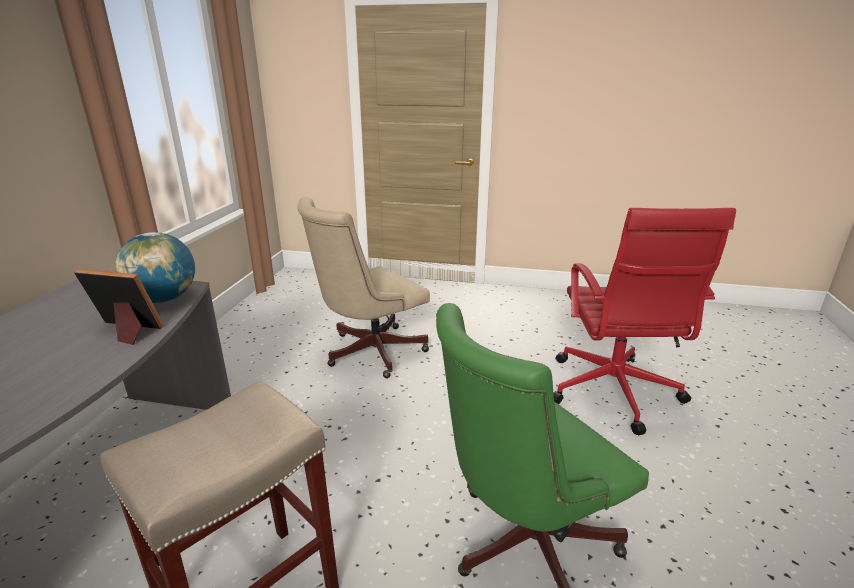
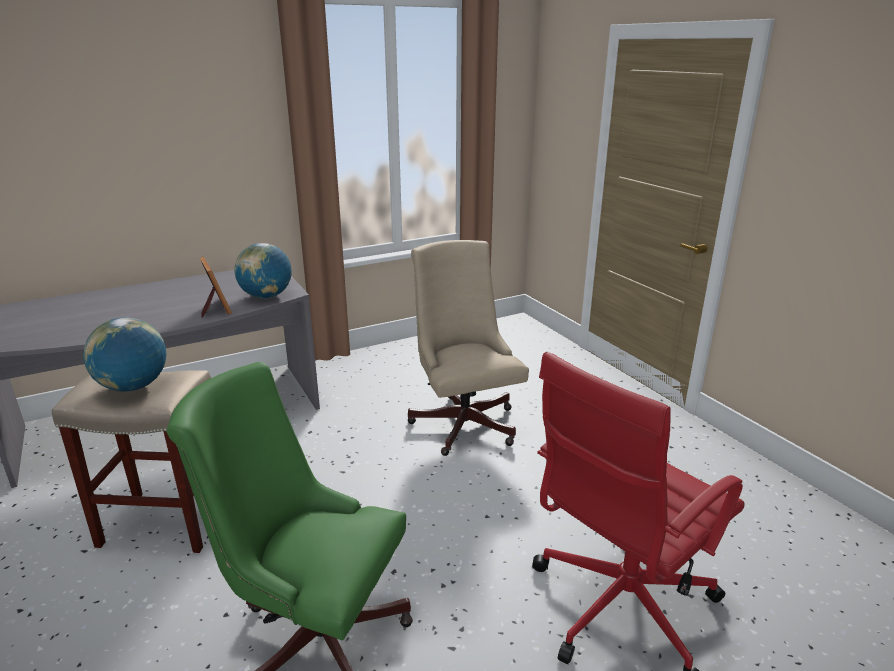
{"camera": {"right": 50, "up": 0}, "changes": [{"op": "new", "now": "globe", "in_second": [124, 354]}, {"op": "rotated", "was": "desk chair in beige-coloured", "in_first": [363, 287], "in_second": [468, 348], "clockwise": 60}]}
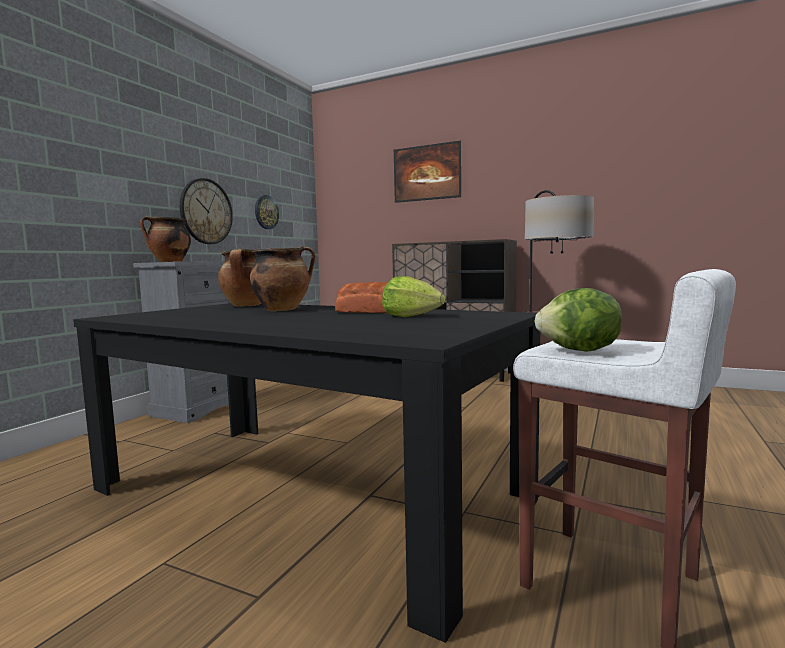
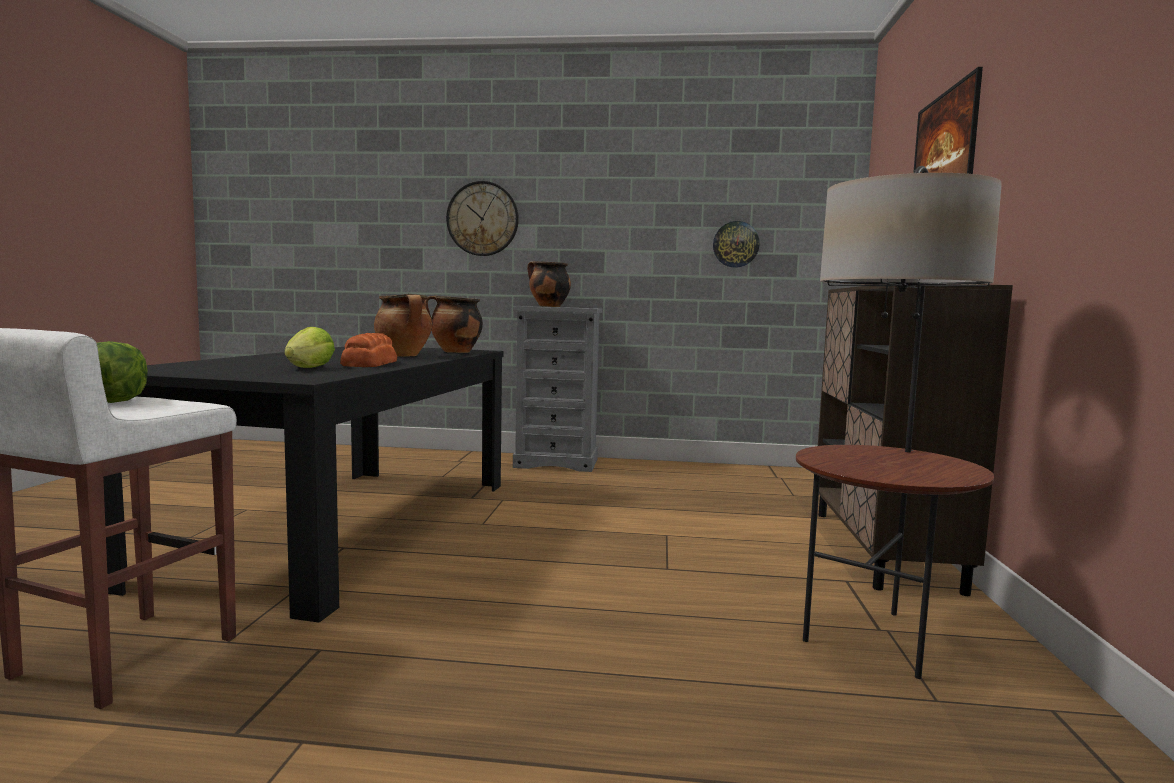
{"camera": {"right": 70, "up": 0}, "changes": [{"op": "shifted", "was": "clock on the wall", "in_first": [206, 211], "in_second": [482, 218]}]}
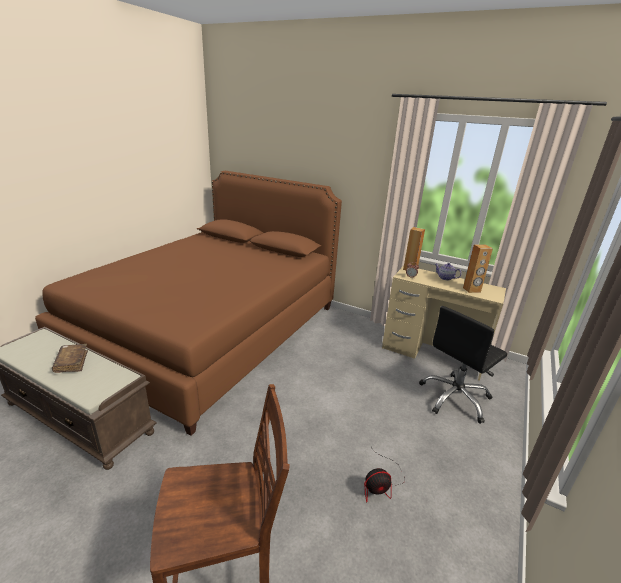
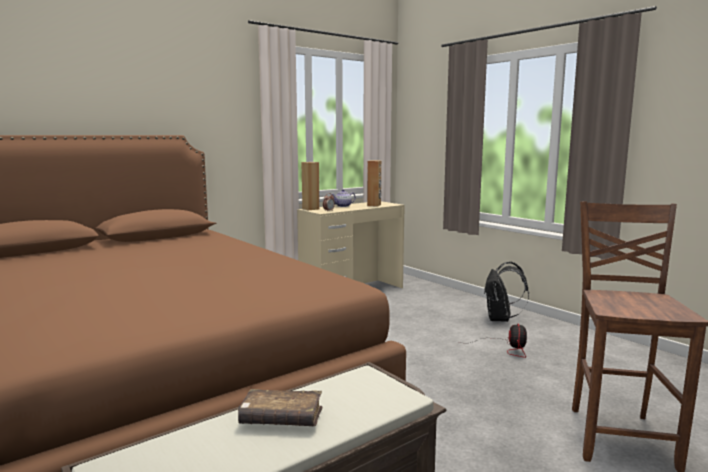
{"camera": {"right": -65, "up": -15}, "changes": [{"op": "gone", "was": "desk chair in black", "in_first": [463, 365]}, {"op": "new", "now": "backpack in black", "in_second": [507, 292]}]}
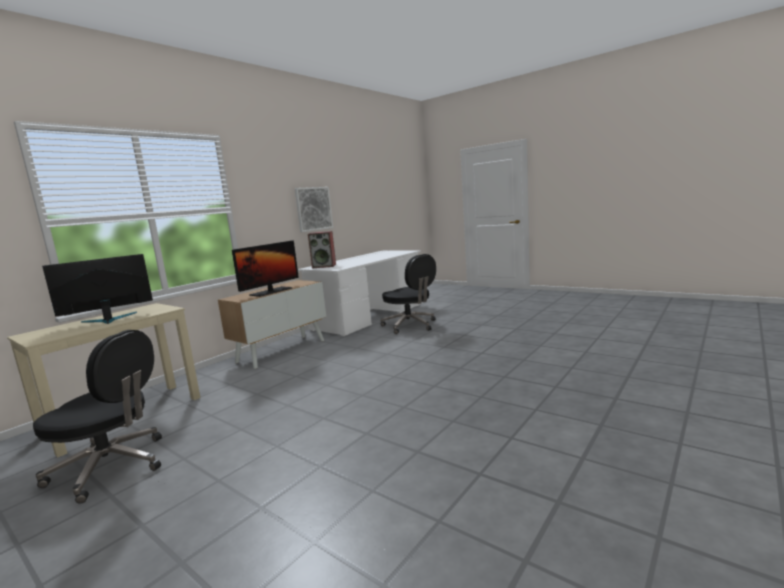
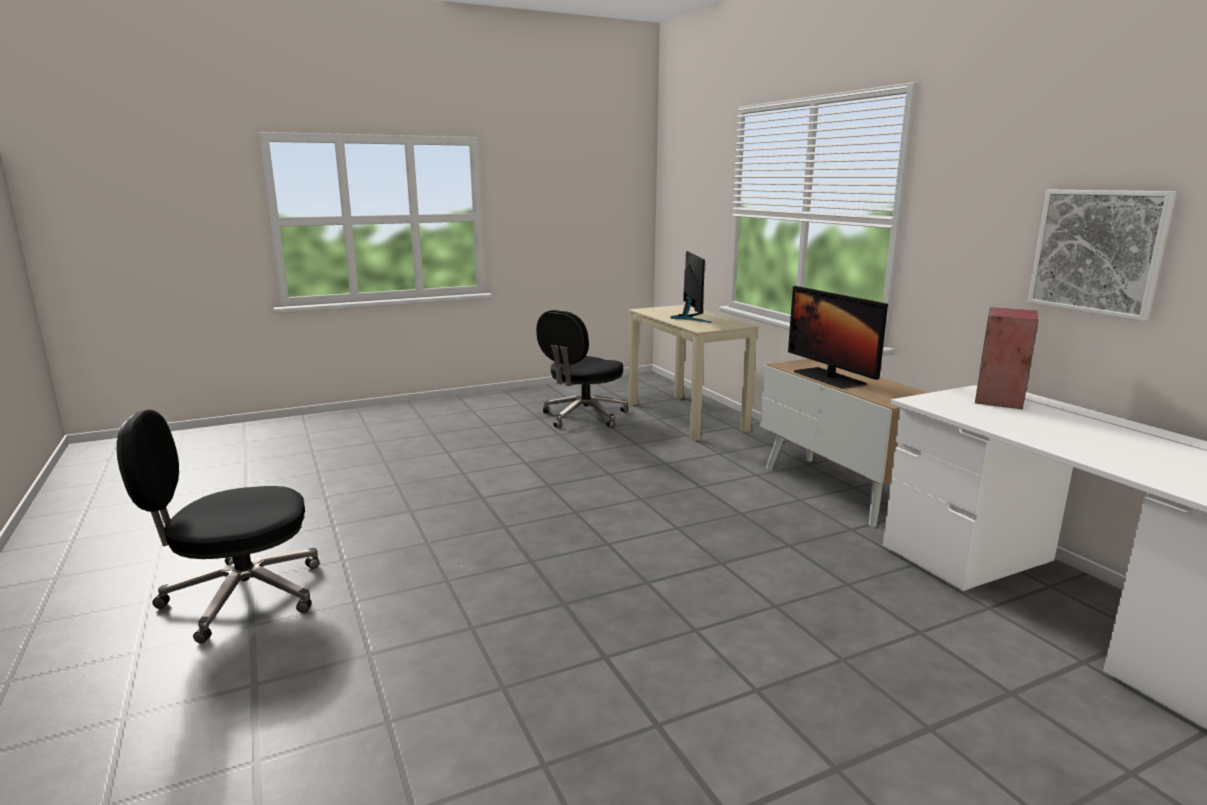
{"camera": {"right": 115, "up": 5}, "changes": [{"op": "shifted", "was": "desk chair in black", "in_first": [408, 294], "in_second": [218, 526]}]}
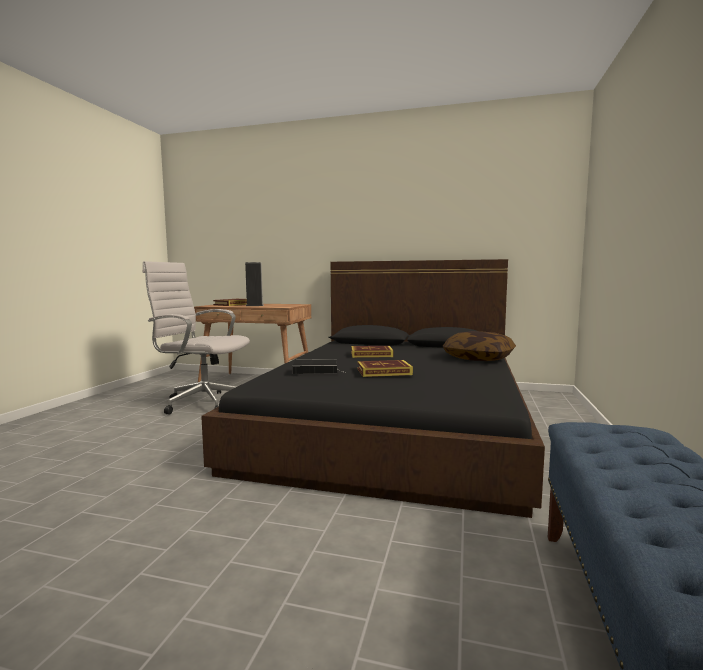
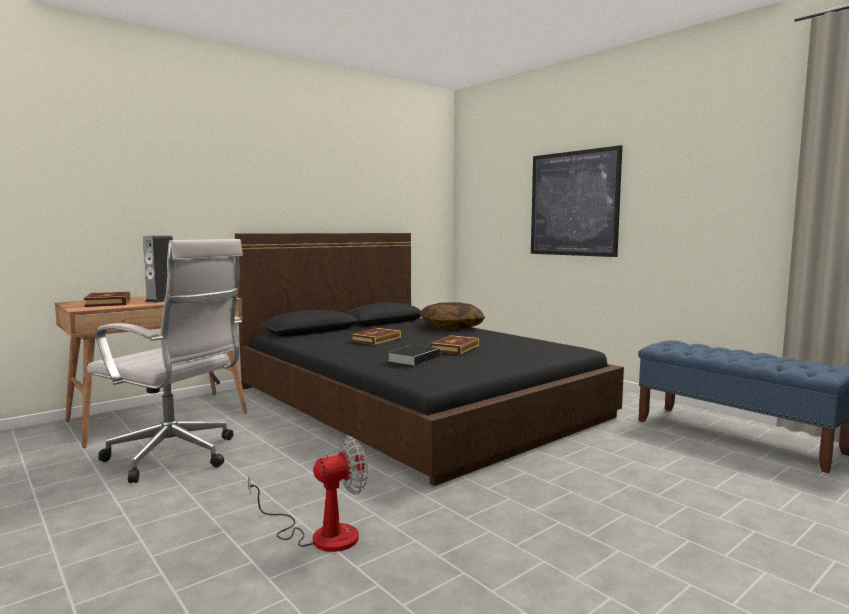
{"camera": {"right": -55, "up": 0}, "changes": [{"op": "new", "now": "electric fan", "in_second": [308, 494]}, {"op": "new", "now": "wall picture", "in_second": [576, 201]}, {"op": "rotated", "was": "desk chair in whitish", "in_first": [196, 338], "in_second": [165, 361], "clockwise": -120}]}
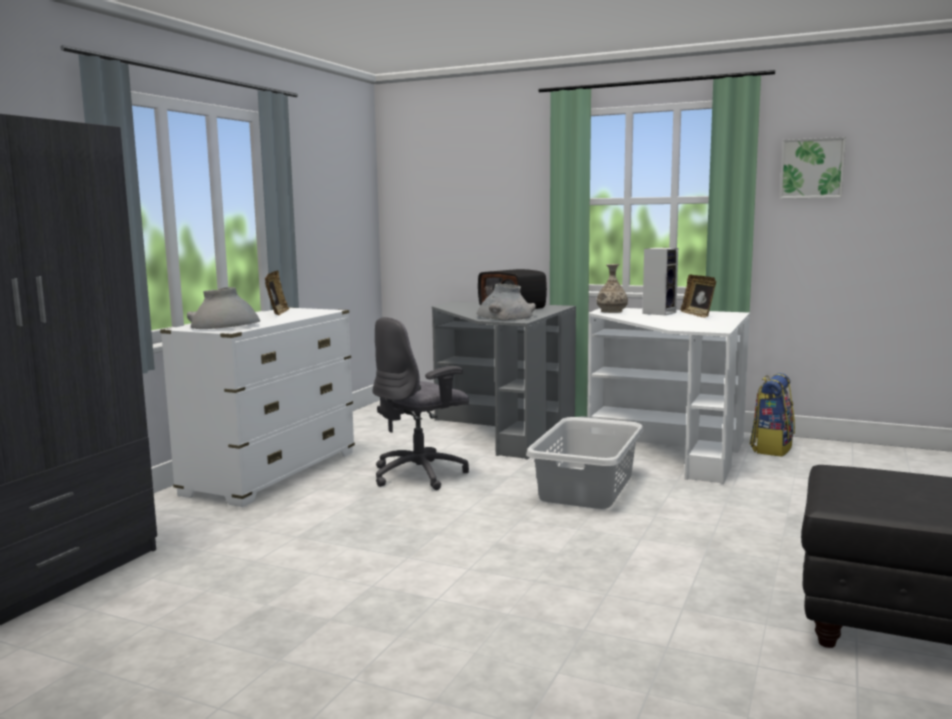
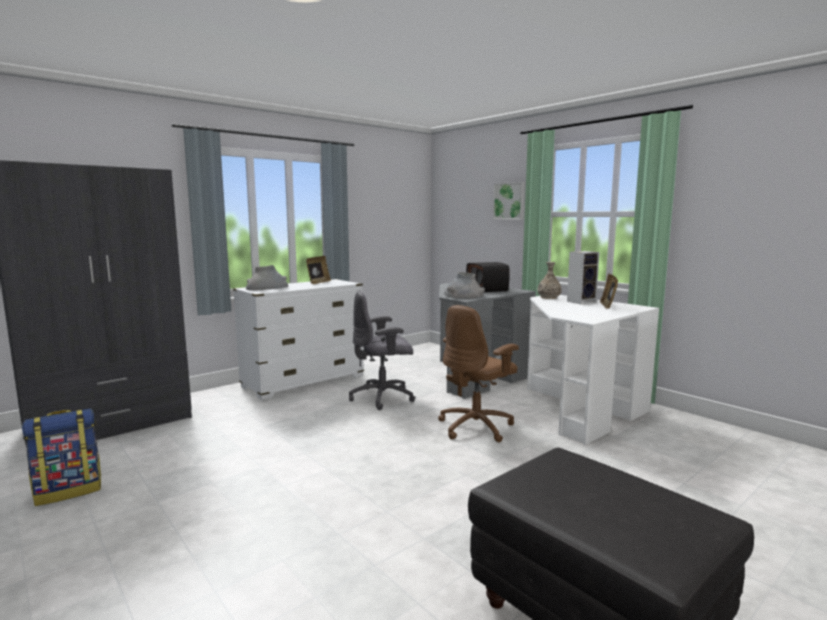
{"camera": {"right": 25, "up": 0}, "changes": [{"op": "shifted", "was": "backpack", "in_first": [772, 415], "in_second": [61, 457]}, {"op": "shifted", "was": "wall picture", "in_first": [813, 168], "in_second": [509, 201]}, {"op": "swapped", "was": "hamper in greyish", "now": "desk chair in brown", "in_first": [584, 463], "in_second": [478, 373]}]}
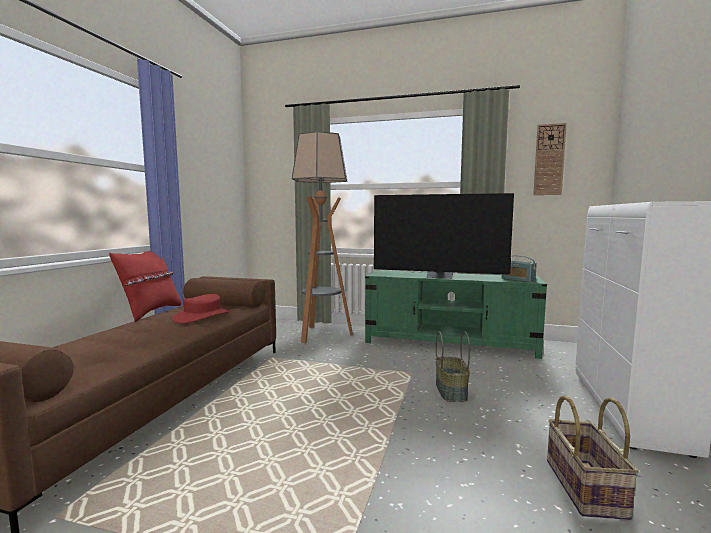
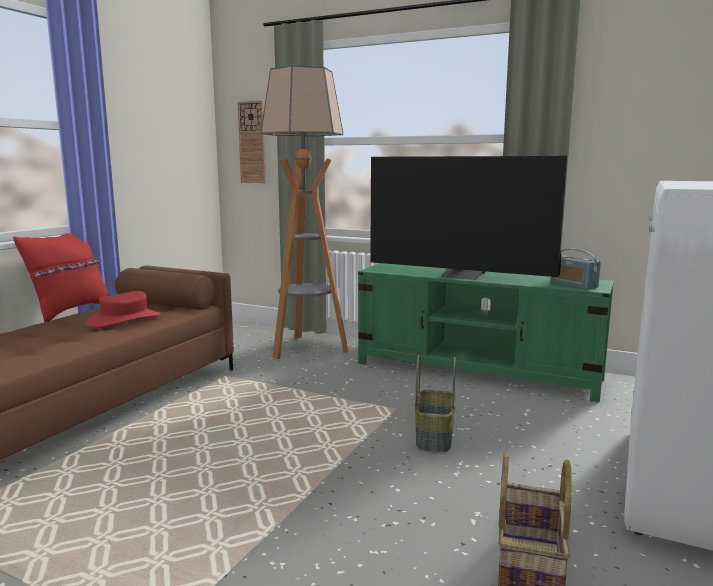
{"camera": {"right": 10, "up": 5}, "changes": [{"op": "shifted", "was": "clock on the wall", "in_first": [550, 159], "in_second": [252, 142]}]}
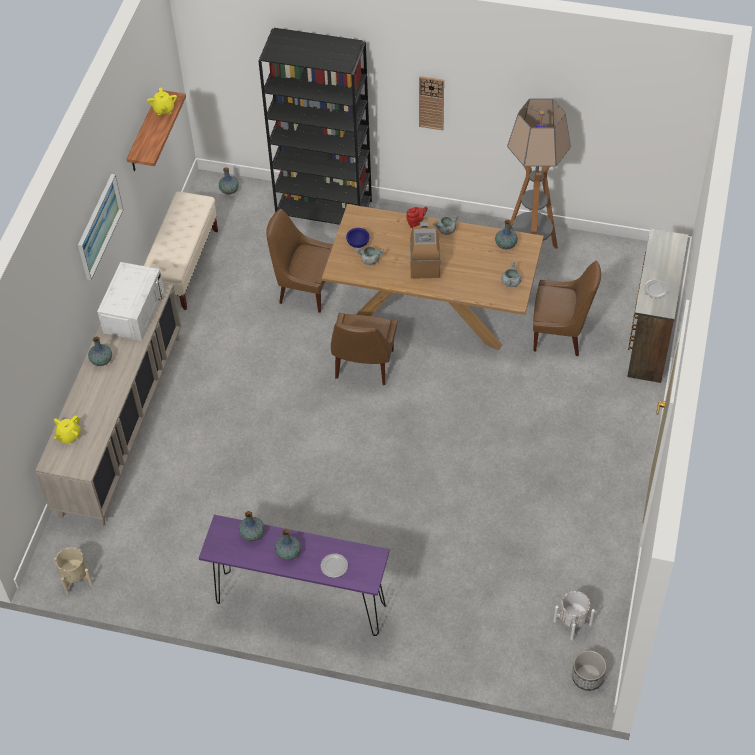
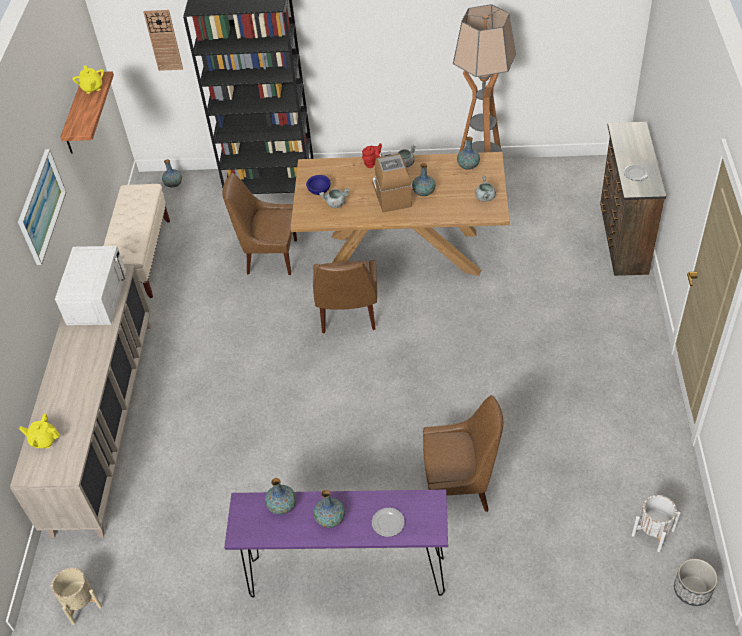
{"camera": {"right": -10, "up": -5}, "changes": [{"op": "shifted", "was": "flower vase", "in_first": [100, 351], "in_second": [424, 179]}, {"op": "shifted", "was": "clock on the wall", "in_first": [431, 103], "in_second": [163, 40]}, {"op": "shifted", "was": "chair in brown", "in_first": [567, 308], "in_second": [463, 453]}, {"op": "rotated", "was": "pot for tea in yellowish", "in_first": [67, 429], "in_second": [39, 431], "clockwise": 75}]}
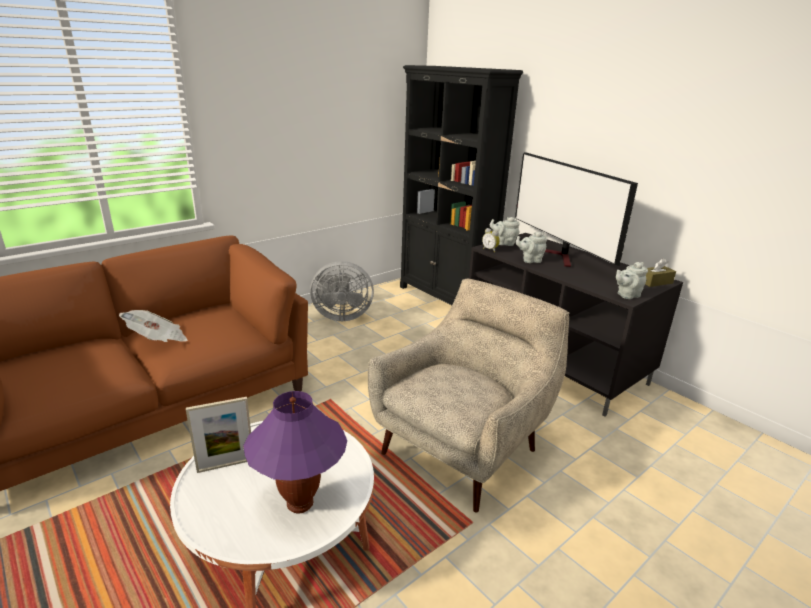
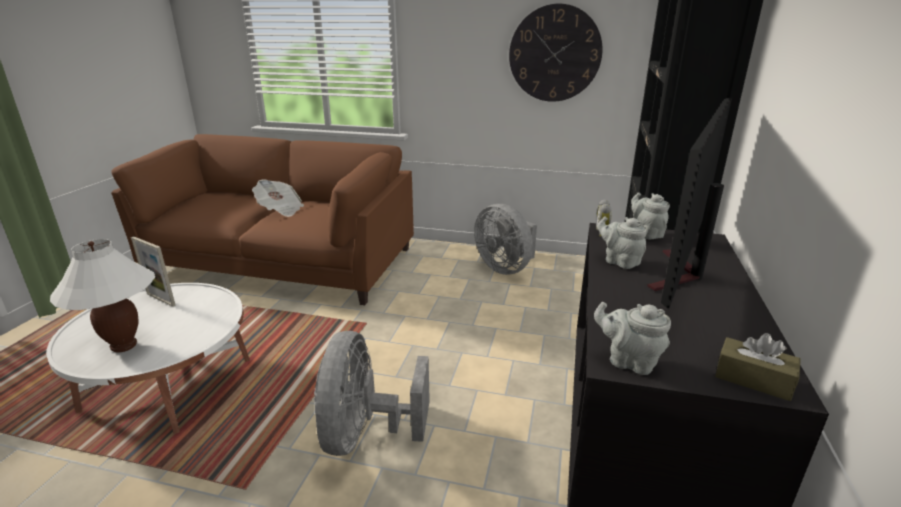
{"camera": {"right": 55, "up": 0}, "changes": [{"op": "new", "now": "clock on the wall", "in_second": [556, 53]}, {"op": "swapped", "was": "easy chair in beige-coloured", "now": "electric fan in greyish", "in_first": [468, 395], "in_second": [372, 393]}, {"op": "repainted", "was": "table lamp in purple", "now": "table lamp in whitish", "in_first": [295, 452], "in_second": [102, 296]}]}
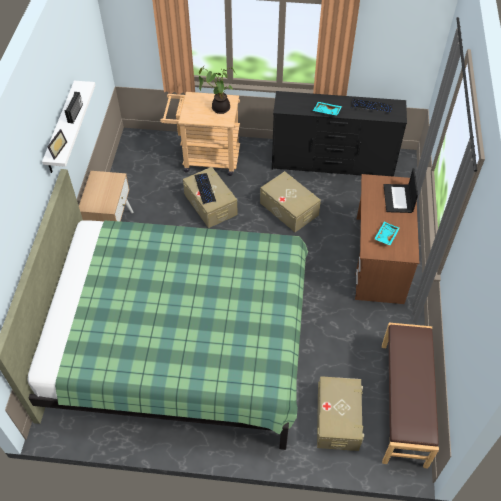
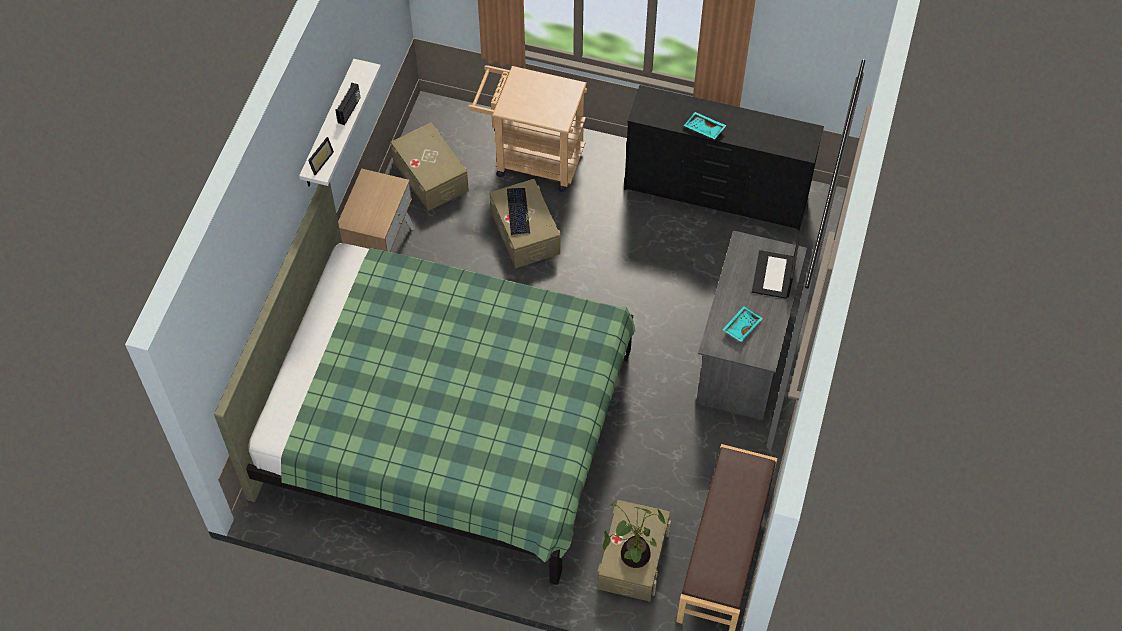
{"camera": {"right": 10, "up": 5}, "changes": [{"op": "gone", "was": "PC keyboard", "in_first": [372, 106]}, {"op": "shifted", "was": "houseplant", "in_first": [217, 89], "in_second": [634, 534]}, {"op": "shifted", "was": "storage container in beige-coloured", "in_first": [290, 201], "in_second": [430, 167]}, {"op": "repainted", "was": "desk in brown", "now": "desk in greyish", "in_first": [387, 239], "in_second": [751, 325]}]}
